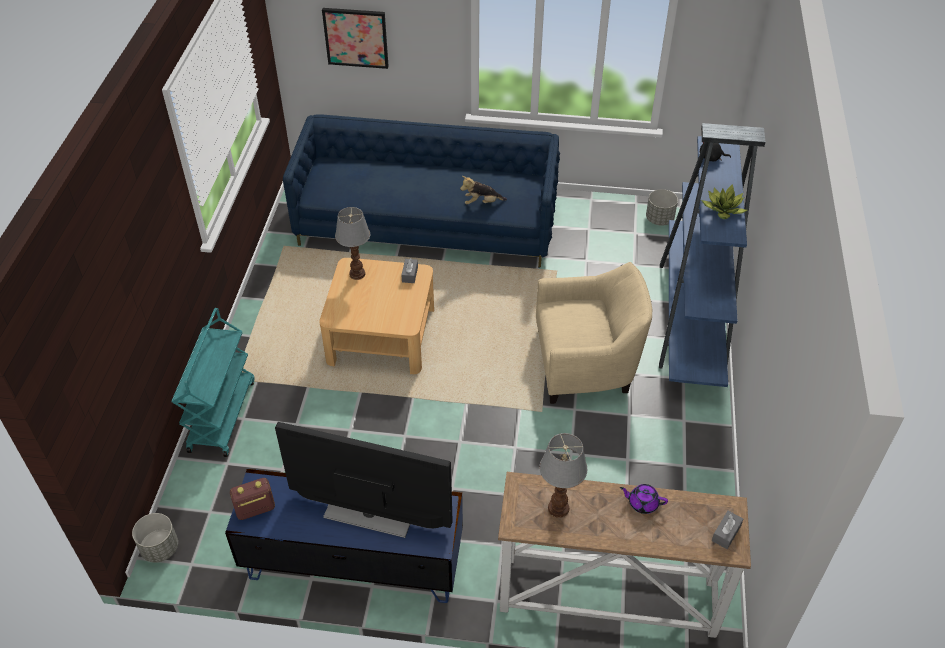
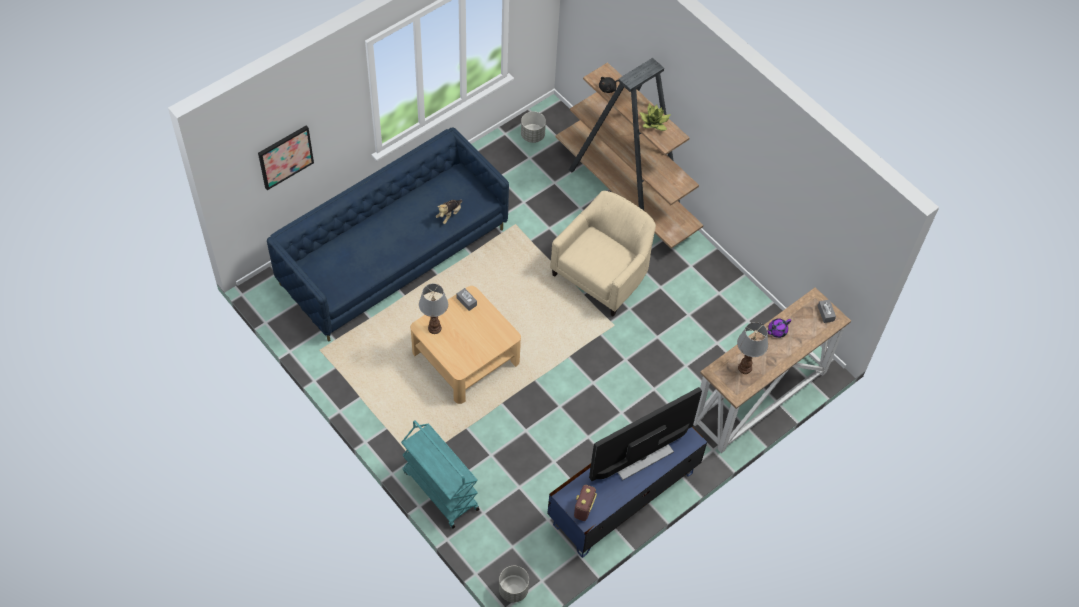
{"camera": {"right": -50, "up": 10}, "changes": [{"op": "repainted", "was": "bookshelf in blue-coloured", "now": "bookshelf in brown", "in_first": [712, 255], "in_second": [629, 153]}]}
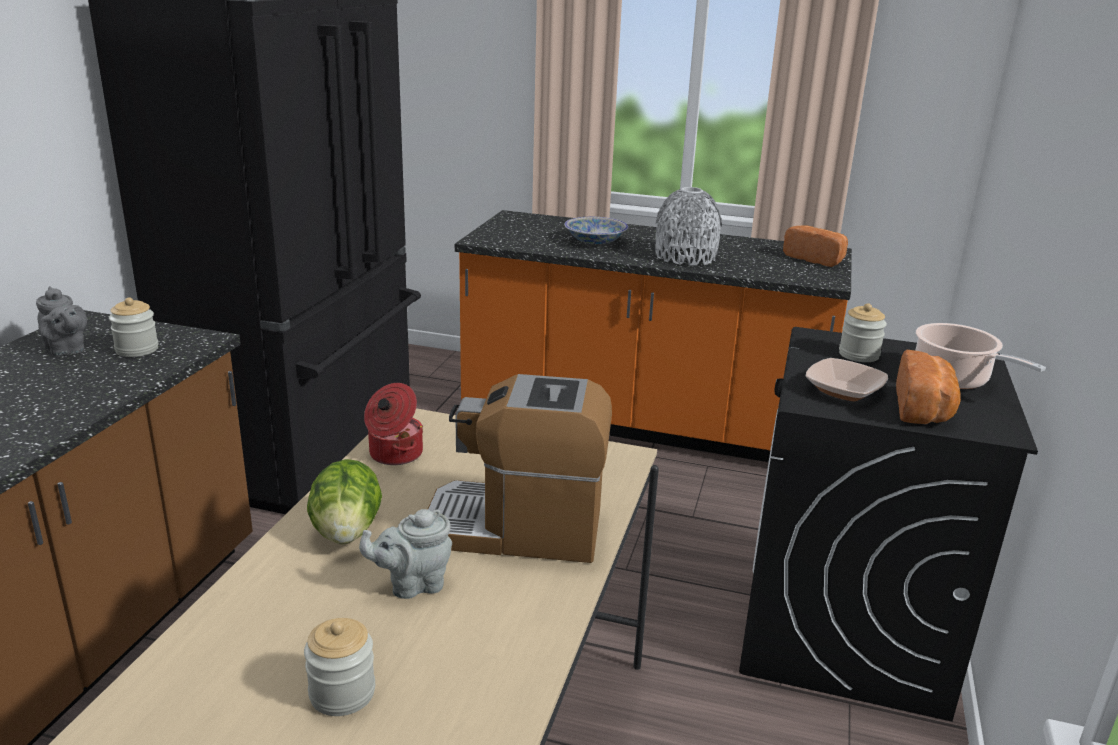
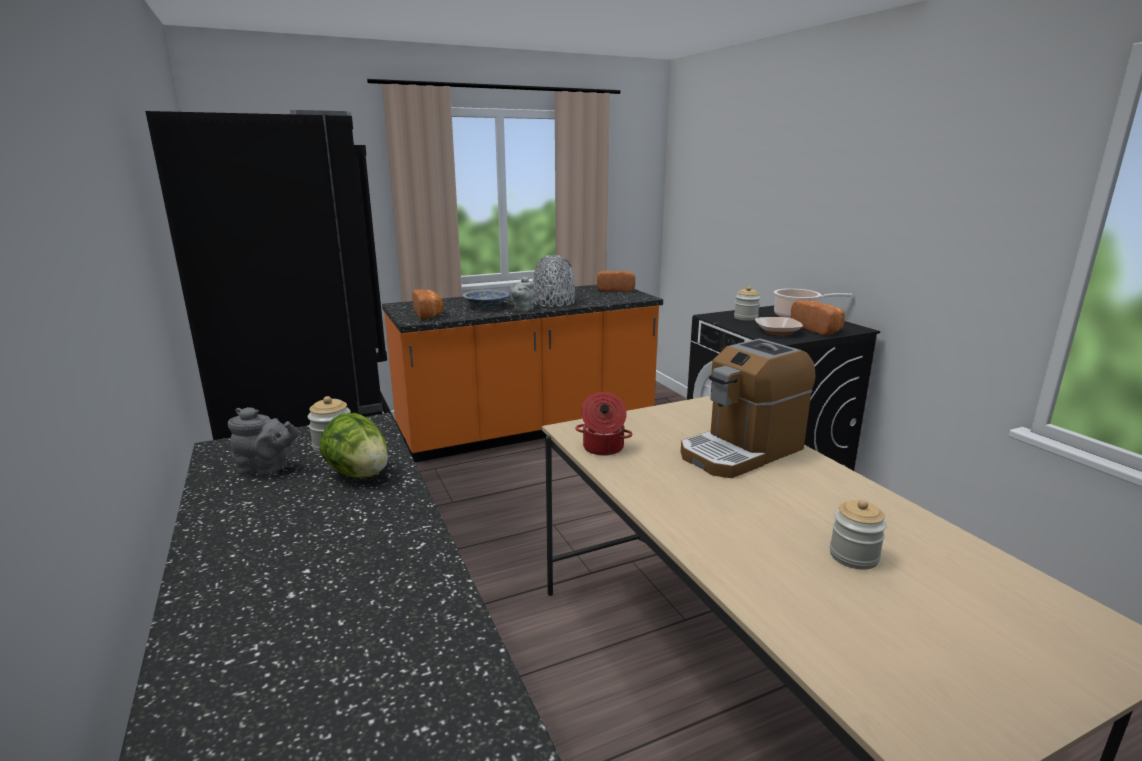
{"camera": {"right": -40, "up": -5}, "changes": [{"op": "new", "now": "baked bread", "in_second": [428, 304]}, {"op": "shifted", "was": "lettuce head", "in_first": [344, 502], "in_second": [353, 446]}, {"op": "shifted", "was": "pot for tea in greyish", "in_first": [405, 554], "in_second": [522, 294]}]}
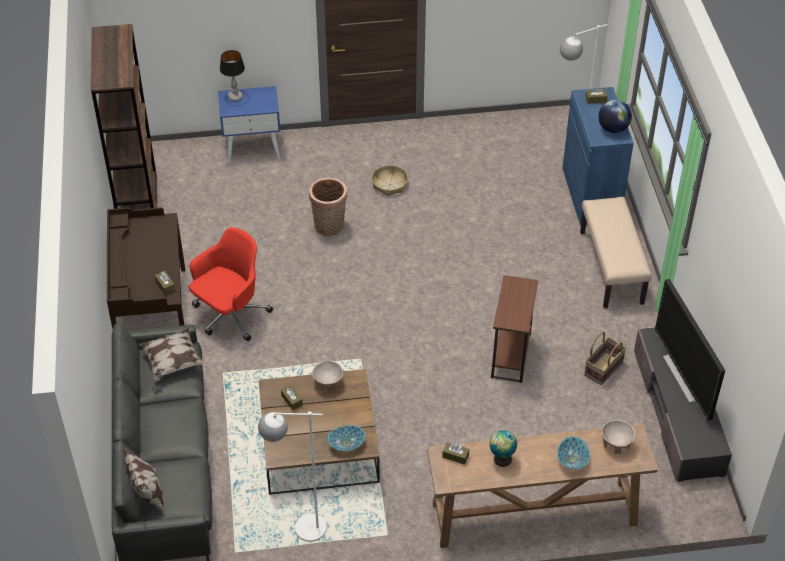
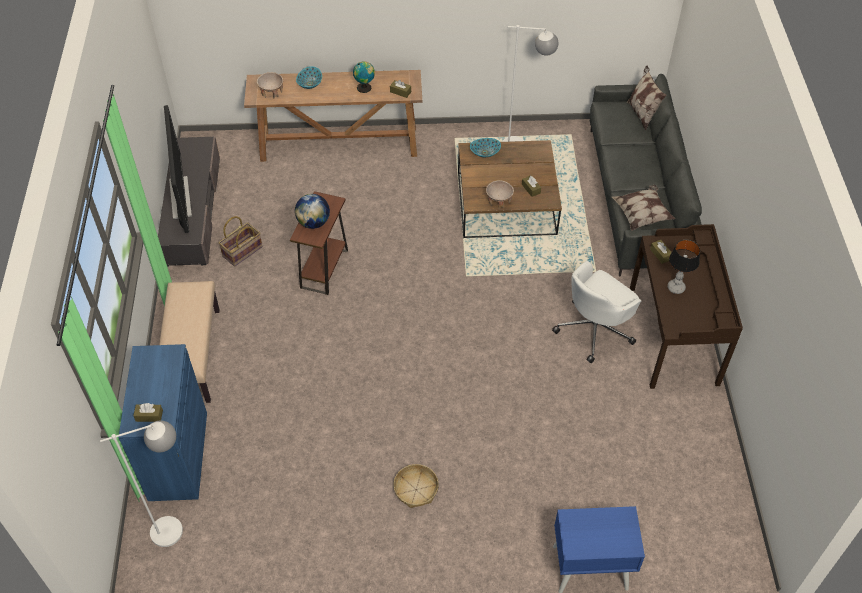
{"camera": {"right": -175, "up": 5}, "changes": [{"op": "gone", "was": "bookshelf in brown", "in_first": [124, 117]}, {"op": "gone", "was": "household basket", "in_first": [328, 207]}, {"op": "shifted", "was": "table lamp", "in_first": [232, 75], "in_second": [683, 267]}, {"op": "shifted", "was": "globe", "in_first": [615, 116], "in_second": [312, 211]}, {"op": "repainted", "was": "desk chair in red", "now": "desk chair in whitish", "in_first": [231, 284], "in_second": [596, 312]}]}
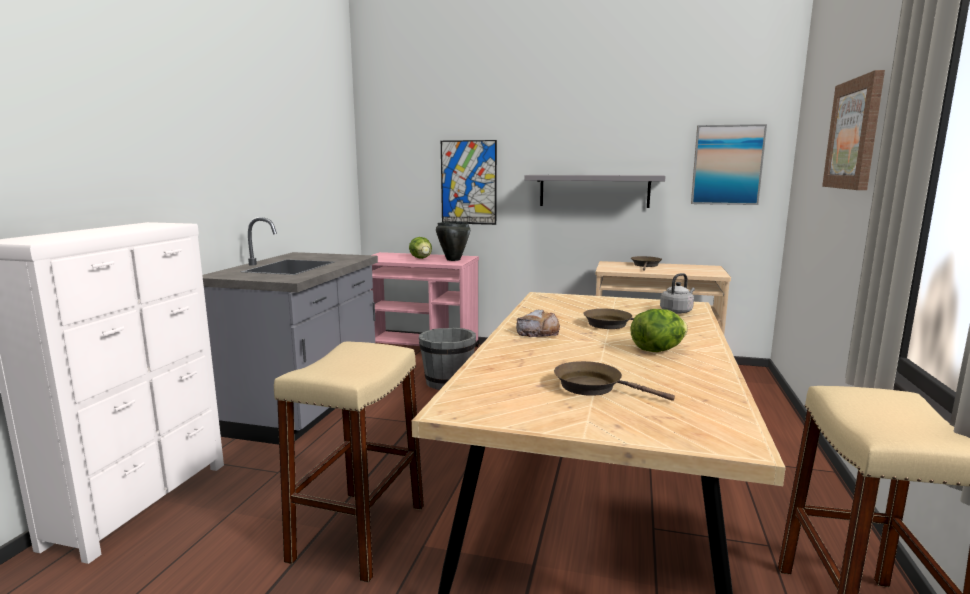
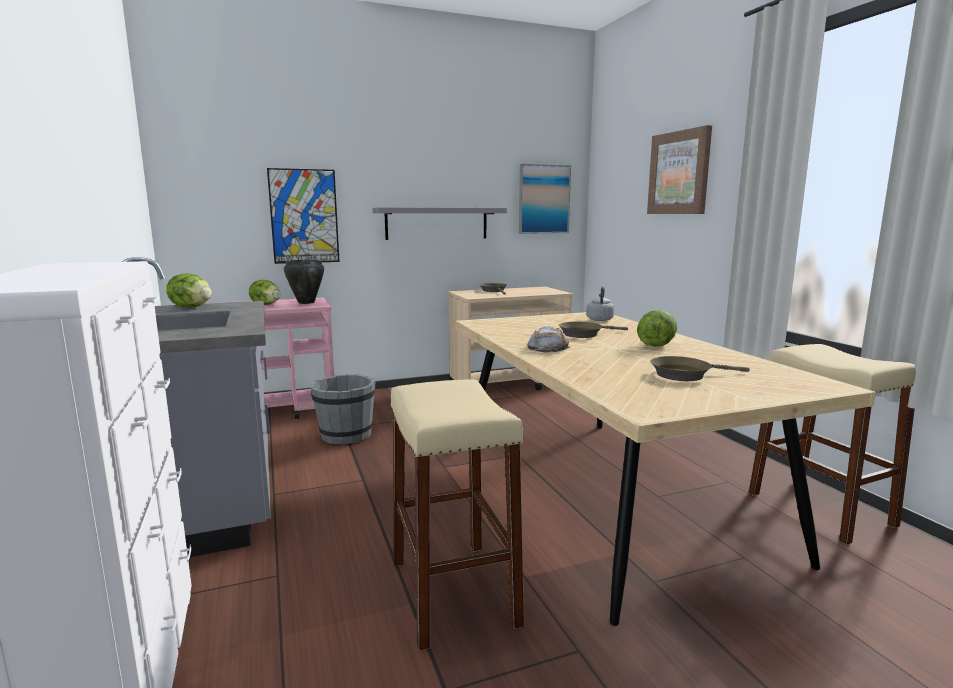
{"camera": {"right": -35, "up": 0}, "changes": [{"op": "new", "now": "lettuce head", "in_second": [189, 290]}]}
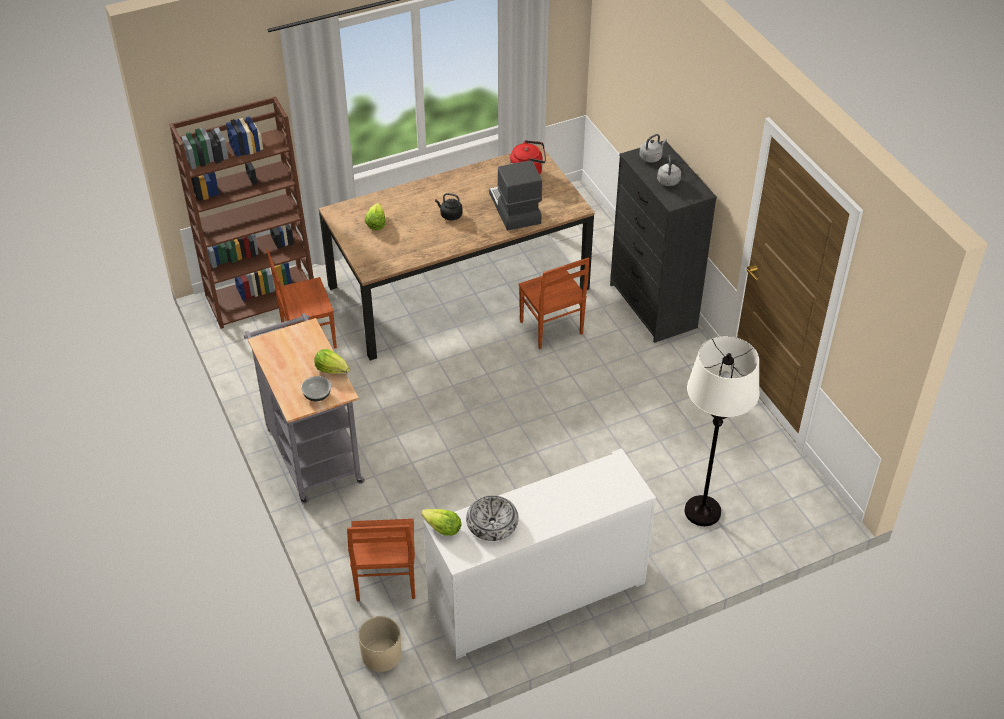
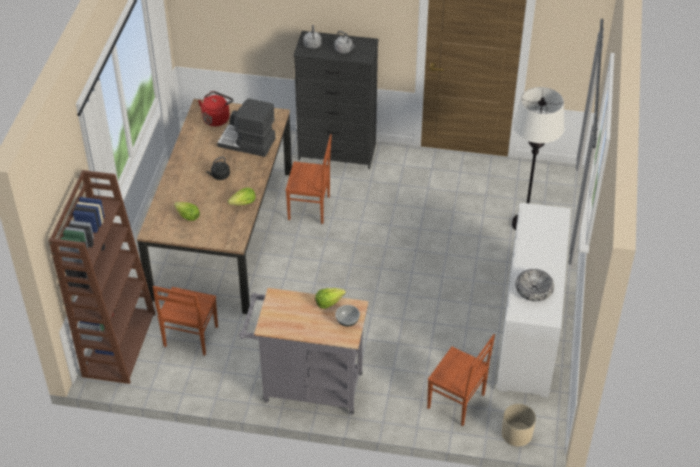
{"camera": {"right": -55, "up": 0}, "changes": [{"op": "shifted", "was": "lettuce head", "in_first": [441, 522], "in_second": [241, 196]}]}
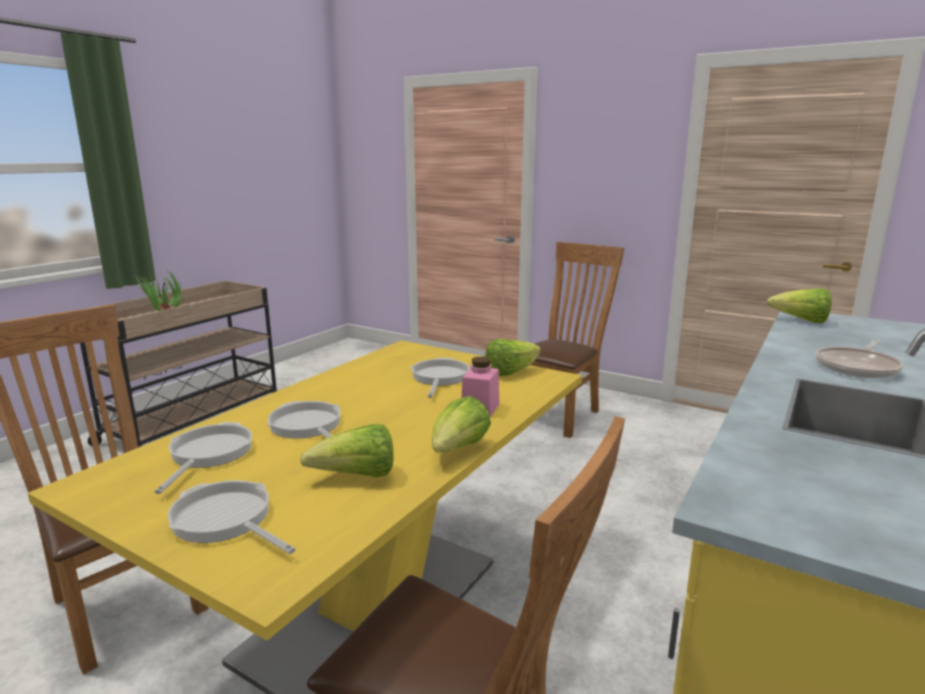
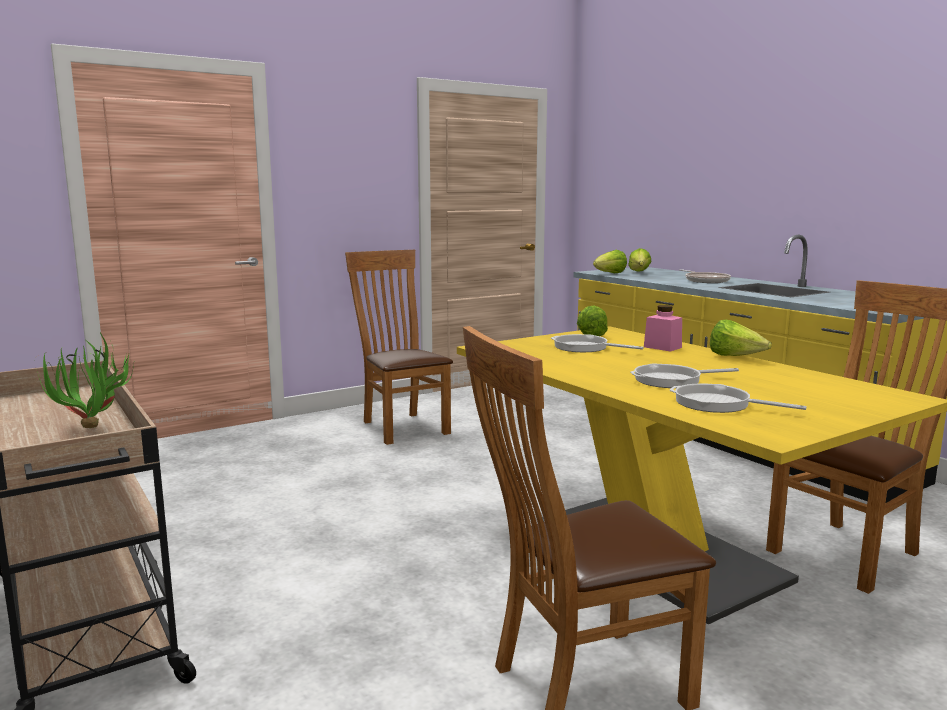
{"camera": {"right": -65, "up": -5}, "changes": [{"op": "gone", "was": "frying pan", "in_first": [232, 517]}, {"op": "shifted", "was": "lettuce head", "in_first": [347, 450], "in_second": [640, 260]}]}
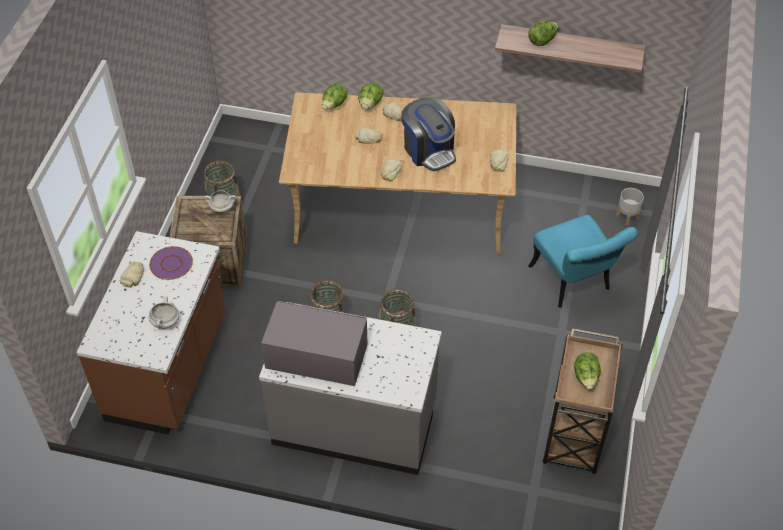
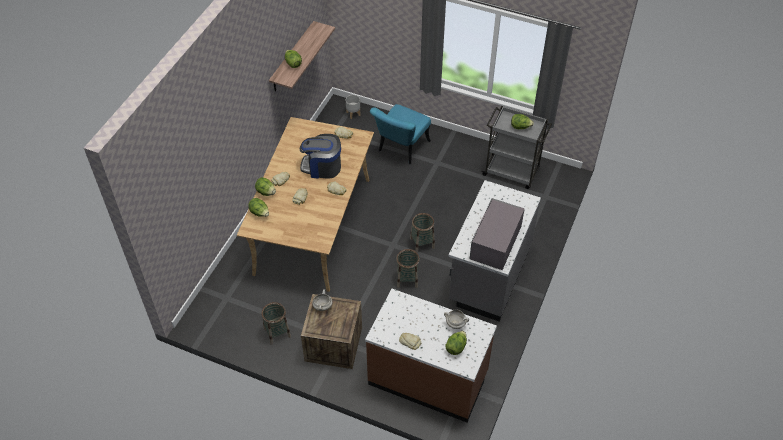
{"camera": {"right": -80, "up": 0}, "changes": [{"op": "gone", "was": "plate in purple", "in_first": [171, 263]}, {"op": "new", "now": "lettuce head", "in_second": [456, 343]}, {"op": "repainted", "was": "cart in brown", "now": "cart in greyish", "in_first": [583, 401], "in_second": [516, 147]}, {"op": "rotated", "was": "coffee maker", "in_first": [428, 134], "in_second": [320, 156], "clockwise": -150}, {"op": "rotated", "was": "chair in blue-green", "in_first": [583, 261], "in_second": [400, 134], "clockwise": 135}]}
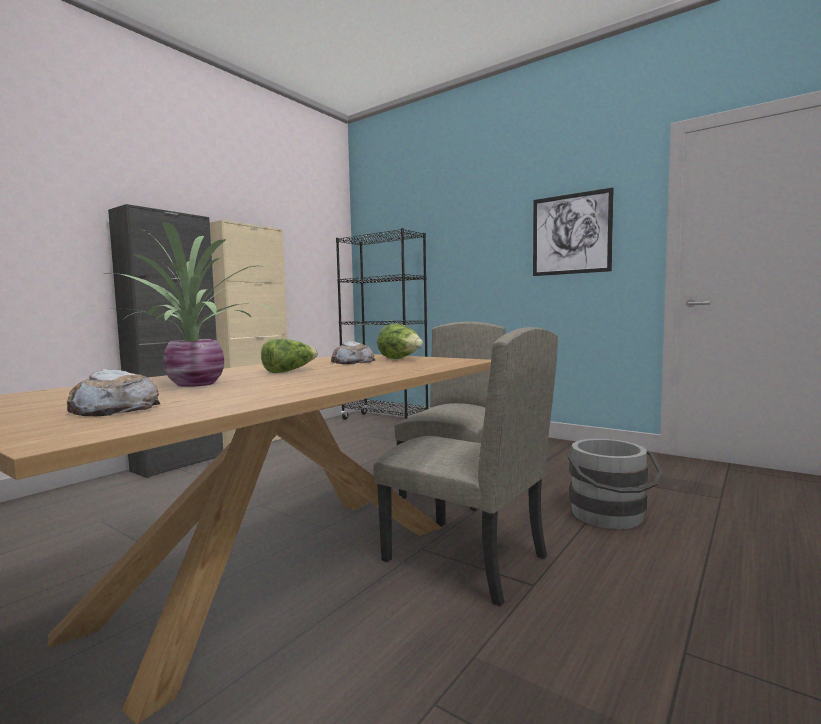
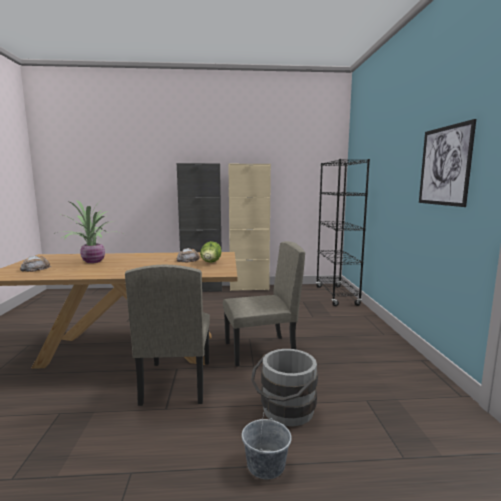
{"camera": {"right": 50, "up": 5}, "changes": [{"op": "gone", "was": "lettuce head", "in_first": [289, 356]}, {"op": "new", "now": "pail in greyish", "in_second": [267, 443]}]}
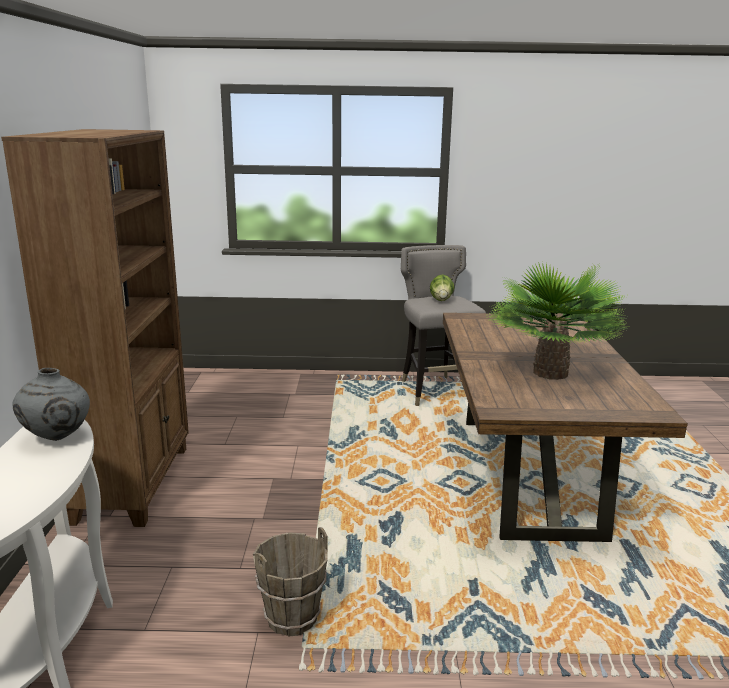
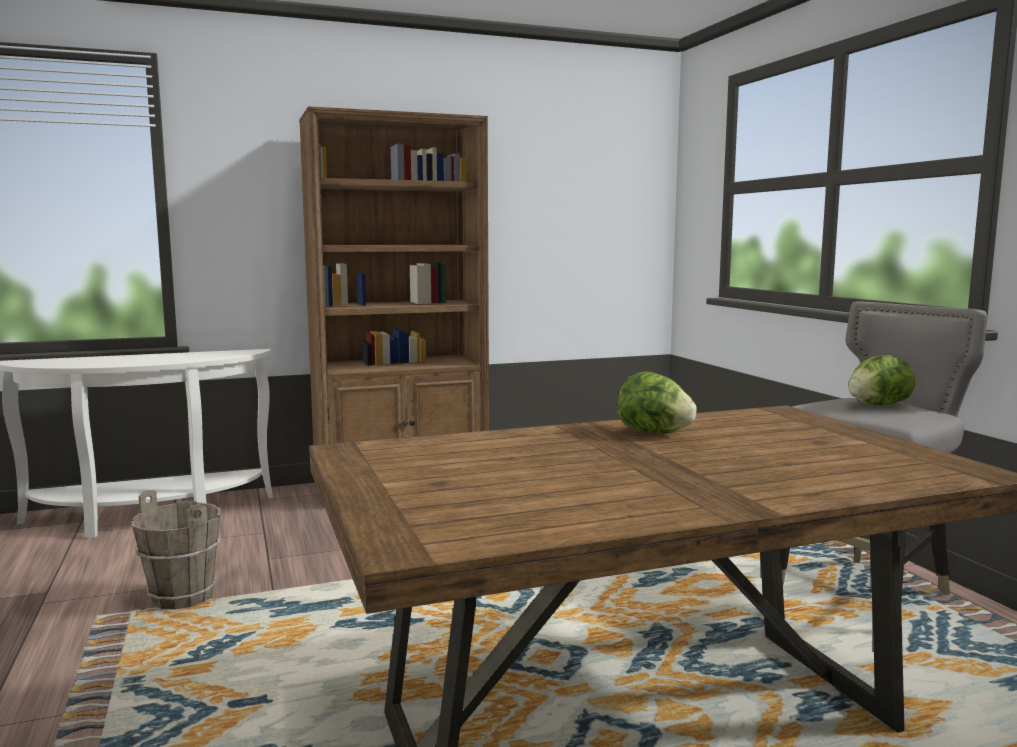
{"camera": {"right": 70, "up": -10}, "changes": [{"op": "gone", "was": "flower vase in greyish", "in_first": [51, 404]}, {"op": "gone", "was": "houseplant", "in_first": [558, 321]}, {"op": "new", "now": "lettuce head", "in_second": [657, 402]}]}
